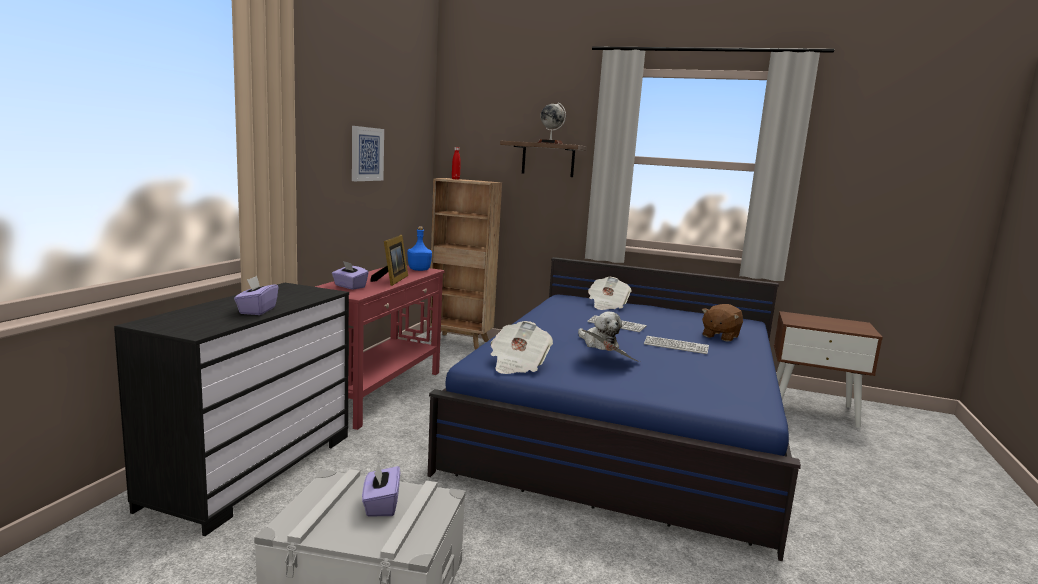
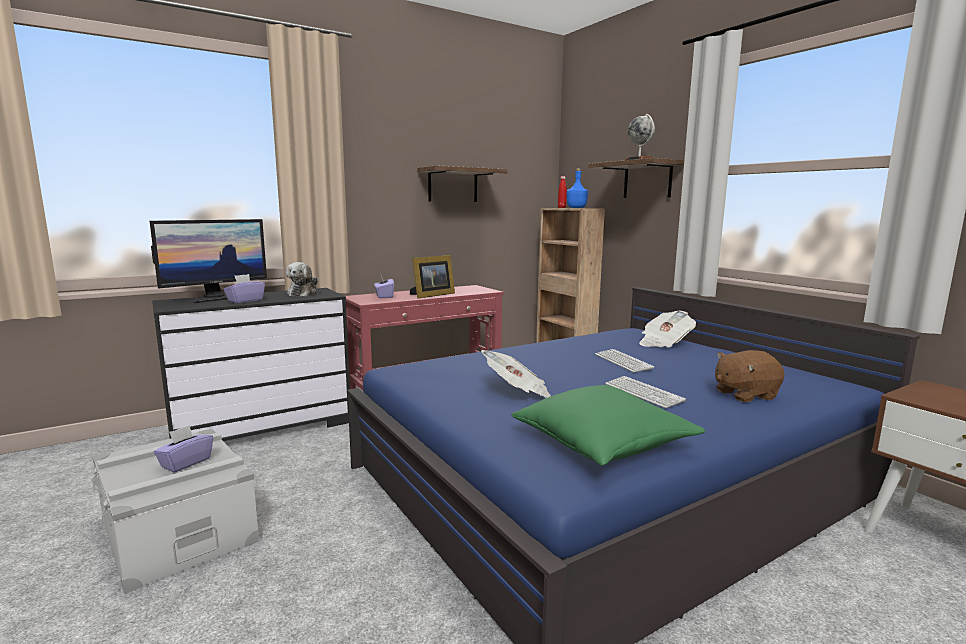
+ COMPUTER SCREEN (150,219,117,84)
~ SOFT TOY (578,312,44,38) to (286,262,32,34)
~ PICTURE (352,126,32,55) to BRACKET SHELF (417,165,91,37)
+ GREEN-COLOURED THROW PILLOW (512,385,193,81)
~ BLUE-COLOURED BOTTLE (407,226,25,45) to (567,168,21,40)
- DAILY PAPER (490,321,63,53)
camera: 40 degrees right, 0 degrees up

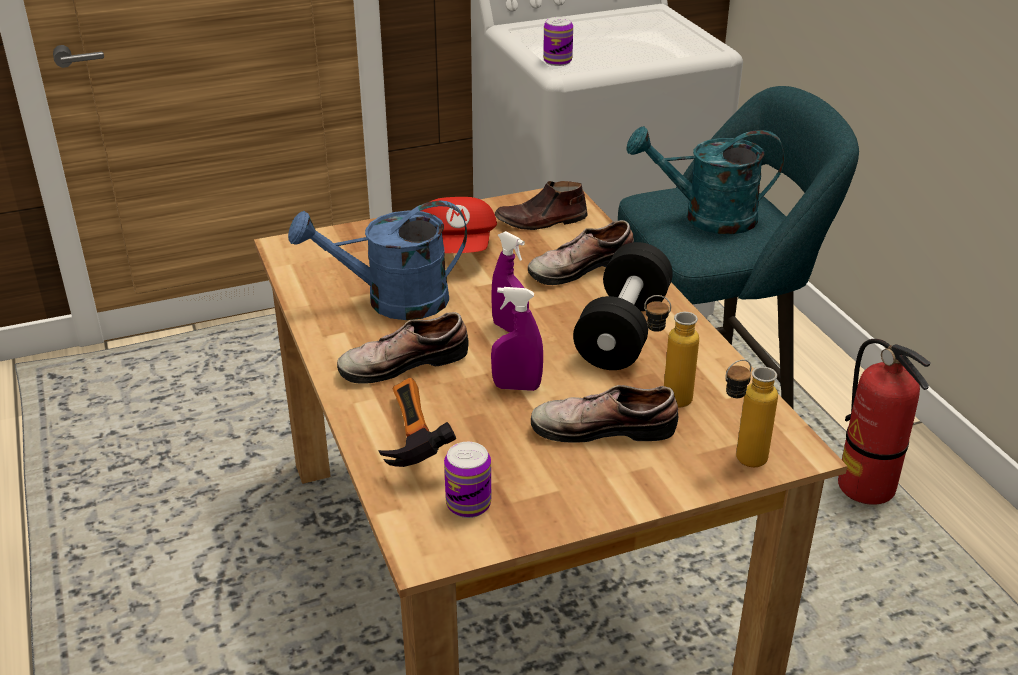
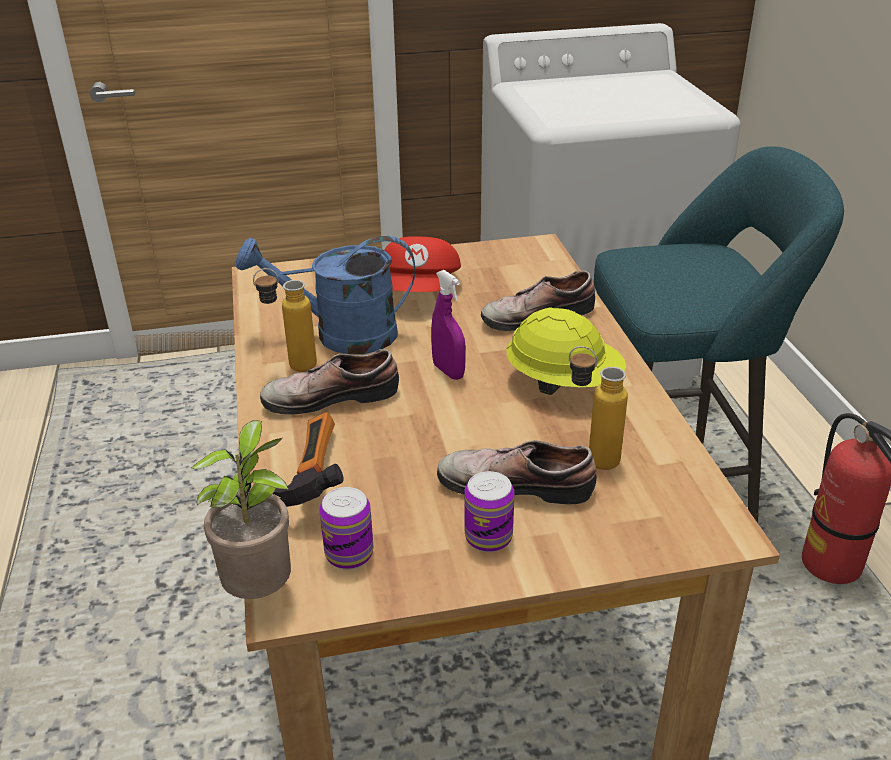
+ PLANT IN A POT (191,420,100,179)
~ BOTTLE (725,359,53,108) to (253,268,64,104)
~ CAN (543,17,30,49) to (464,471,50,81)
~ BLACKISH FREE WEIGHT (573,242,100,128) to YELLOWISH SAFETY HELMET (506,307,120,88)
- PURPLISH HAND SPRAYER (491,287,52,104)
- BROWN SHOE (495,181,92,49)
- TURQUOISE WATERING CAN (626,126,159,108)
camera: 10 degrees right, 0 degrees up

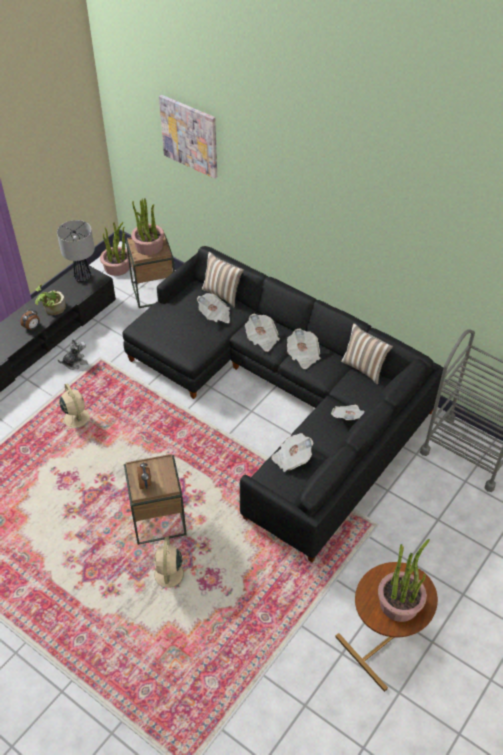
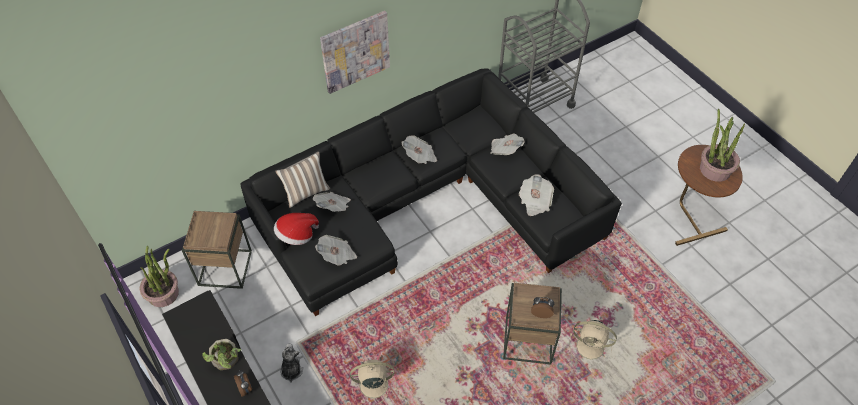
+ CLOTHING HAT (274,213,45,32)
~ DAILY PAPER (245,314,35,38) to (315,235,42,31)
~ PICTURE (159,95,58,84) to (320,11,70,83)
- TABLE LAMP (57,220,38,62)
- PLANT IN A POT (131,198,33,57)
- THROW PILLOW (341,323,52,62)
camera: 70 degrees left, 5 degrees up

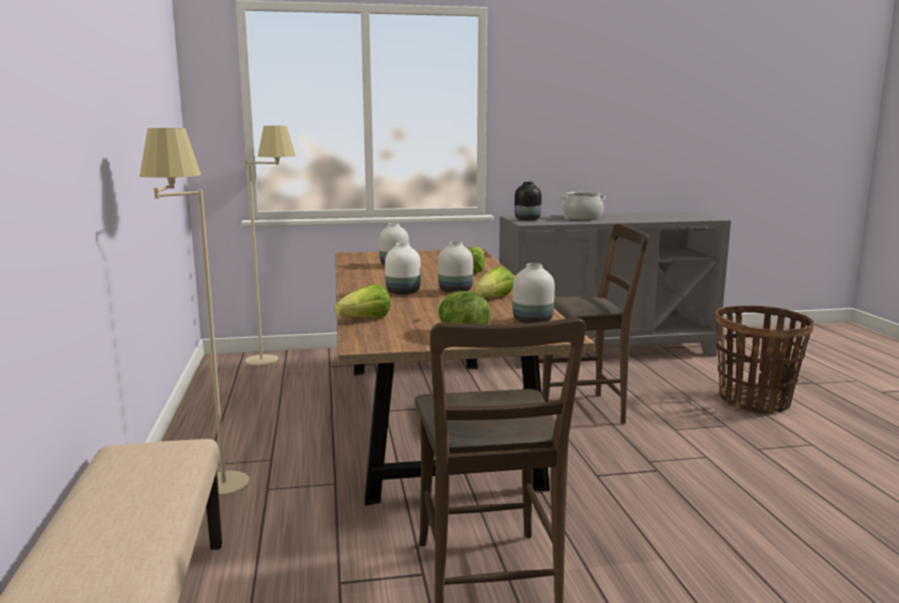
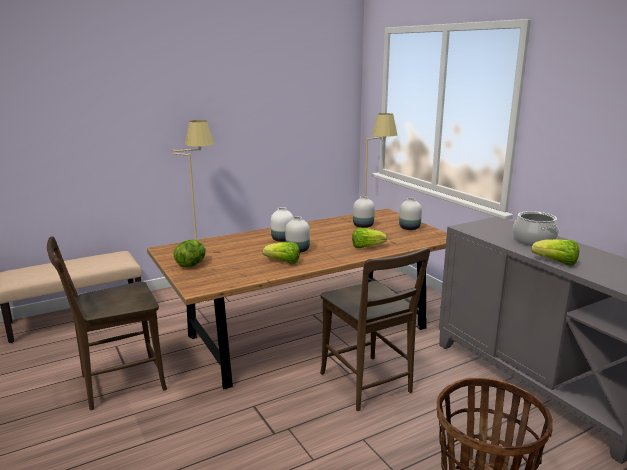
~ WHITISH VASE (513,263,42,61) to (399,198,23,32)
~ HEAD OF LETTUCE (334,284,57,34) to (531,239,48,27)
- BLACKISH VASE (514,182,28,39)
camera: 70 degrees right, 5 degrees up

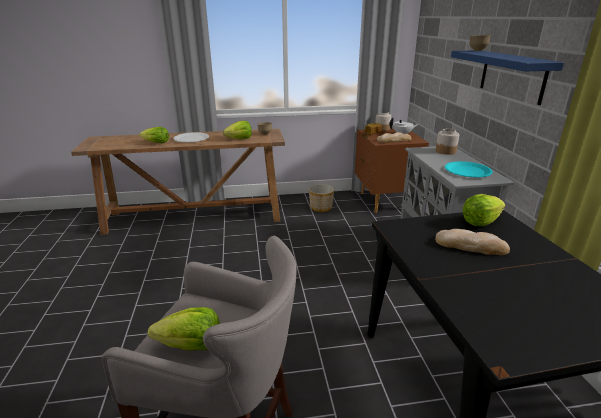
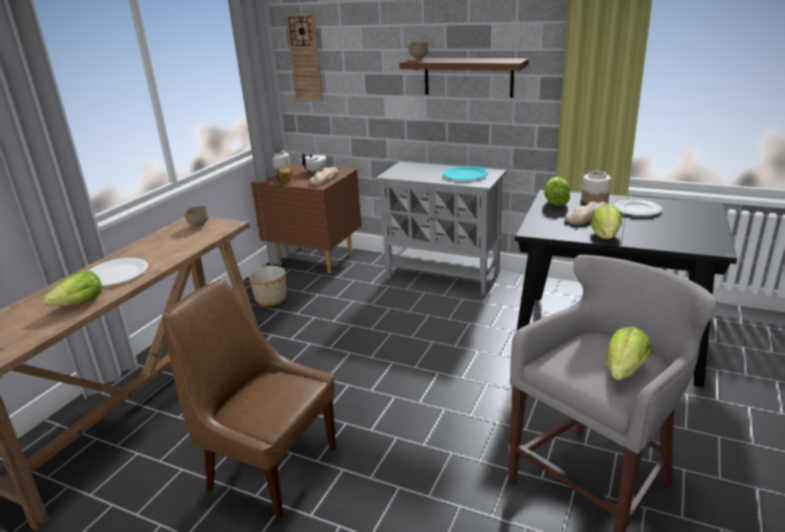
+ BROWN CHAIR (162,280,174,239)
+ CLOCK ON THE WALL (286,14,37,87)
~ BLUE-COLOURED BRACKET SHELF (451,51,113,54) to BROWN BRACKET SHELF (399,58,130,39)
~ PRESERVE JAR (436,129,23,26) to (581,171,30,33)
~ HEAD OF LETTUCE (223,121,29,18) to (591,204,31,35)
+ FLAT DISH (614,200,48,16)
camera: 55 degrees left, 0 degrees up

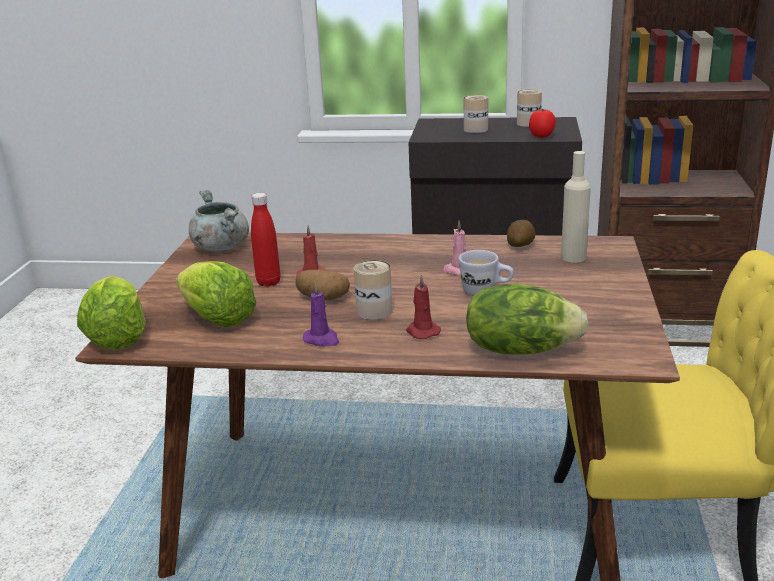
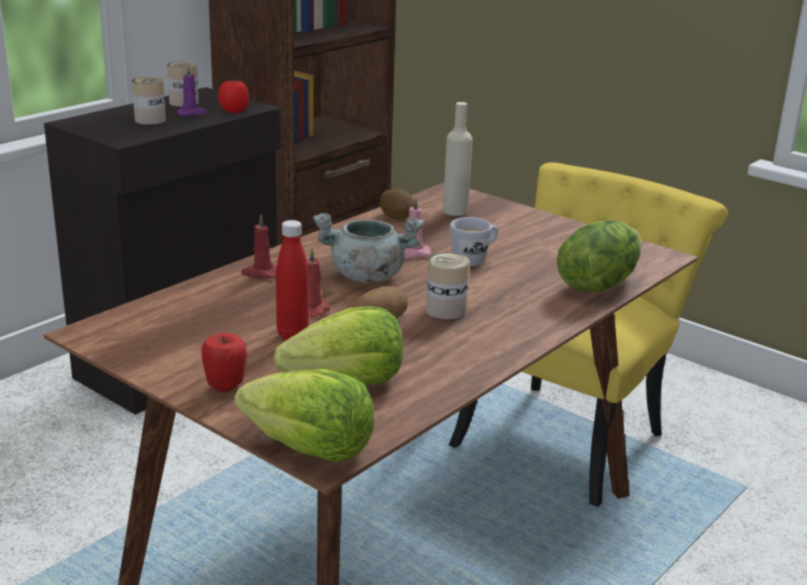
~ PURPLISH WAX LIGHT (303,282,36,64) to (176,65,31,51)
+ APPLE (202,333,45,59)
~ REDDISH WAX LIGHT (406,275,35,64) to (241,214,36,65)
~ GREYISH STOCKPOT (189,190,60,61) to (313,213,111,70)
camera: 60 degrees left, 0 degrees up

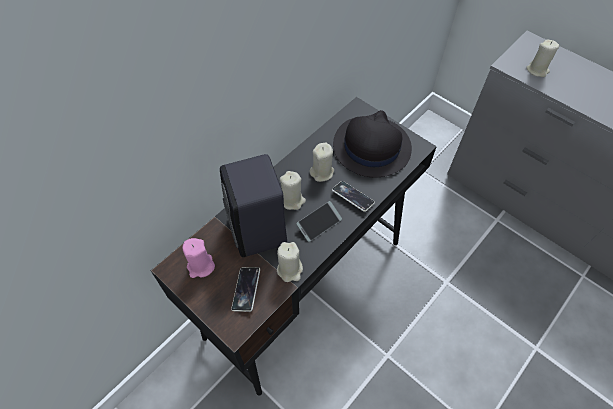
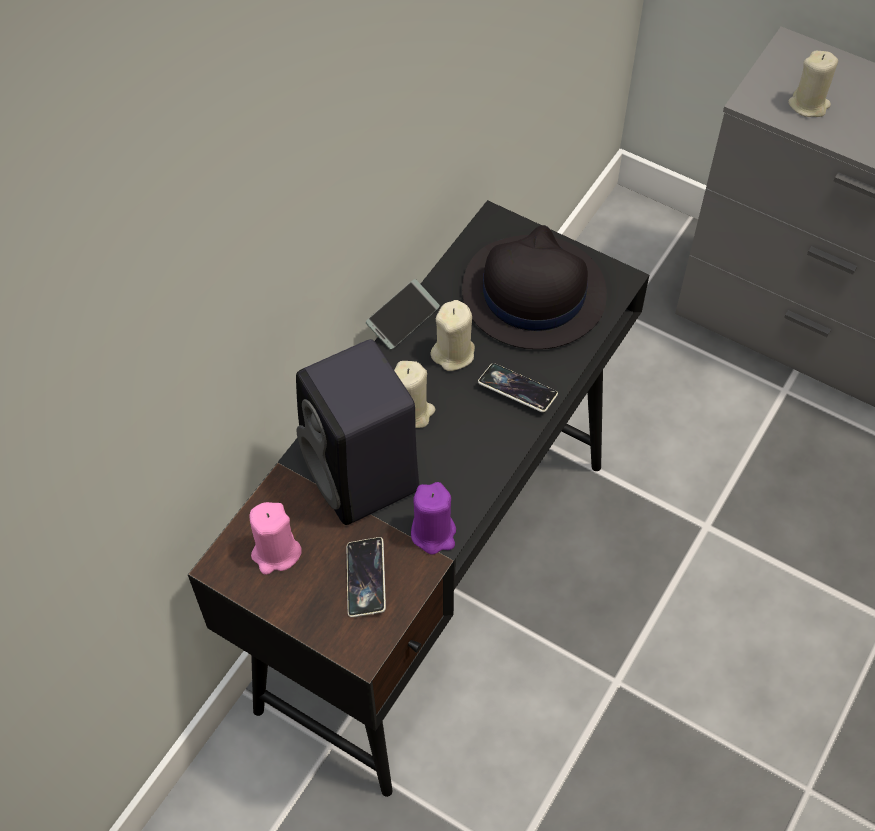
~ HANDSET (296,201,46,41) to (366,279,74,71)
~ BEIGE-COLOURED WAX LIGHT (277,242,26,40) to PURPLISH WAX LIGHT (411,482,45,72)
camera: 10 degrees left, 0 degrees up

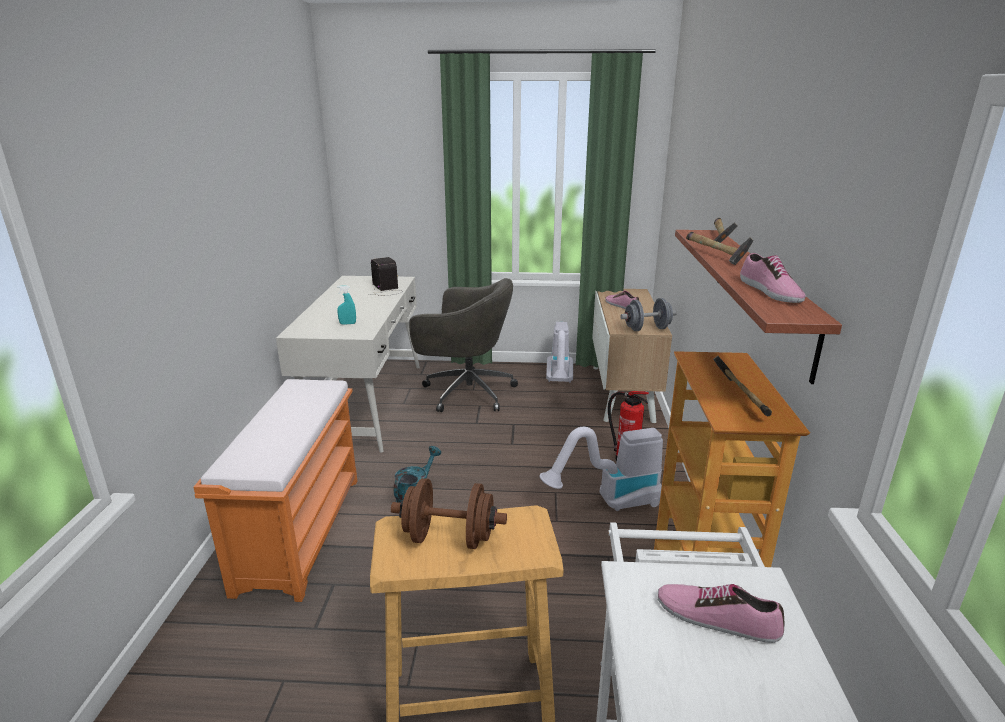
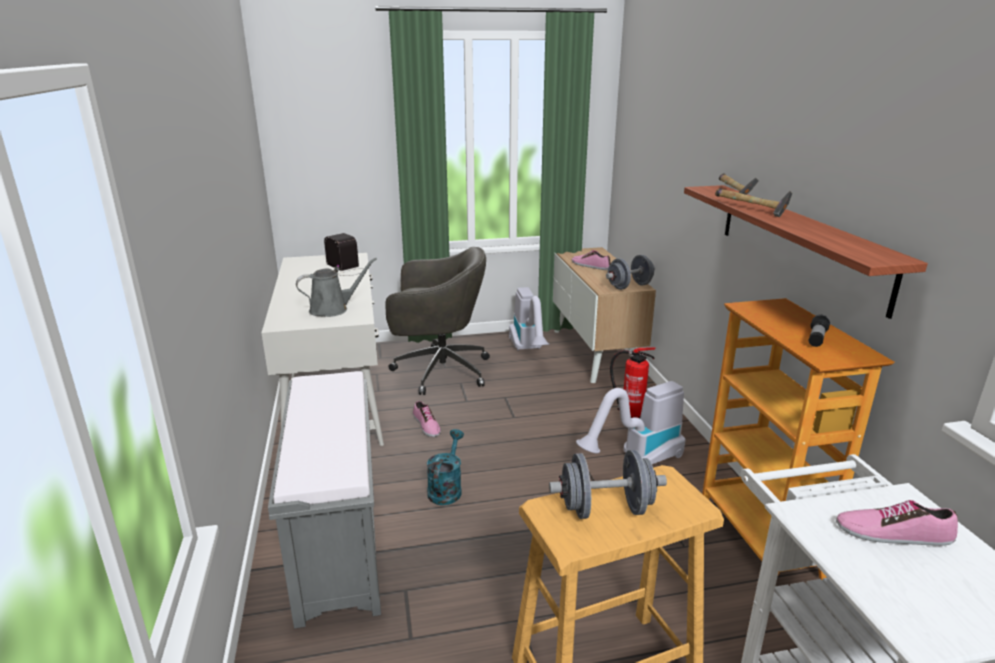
~ ORANGE BENCH (193,379,164,223) to GREYISH BENCH (268,371,113,258)
~ TURQUOISE HAND SPRAYER (337,285,19,39) to GREYISH WATERING CAN (296,258,81,59)
~ SHOE (740,253,66,50) to (413,401,28,36)
~ BROWN FREE WEIGHT (391,478,116,71) to GREYISH FREE WEIGHT (549,450,118,69)
~ HAMMER (713,356,59,60) to FLASHLIGHT (809,315,21,32)
camera: 15 degrees left, 0 degrees up

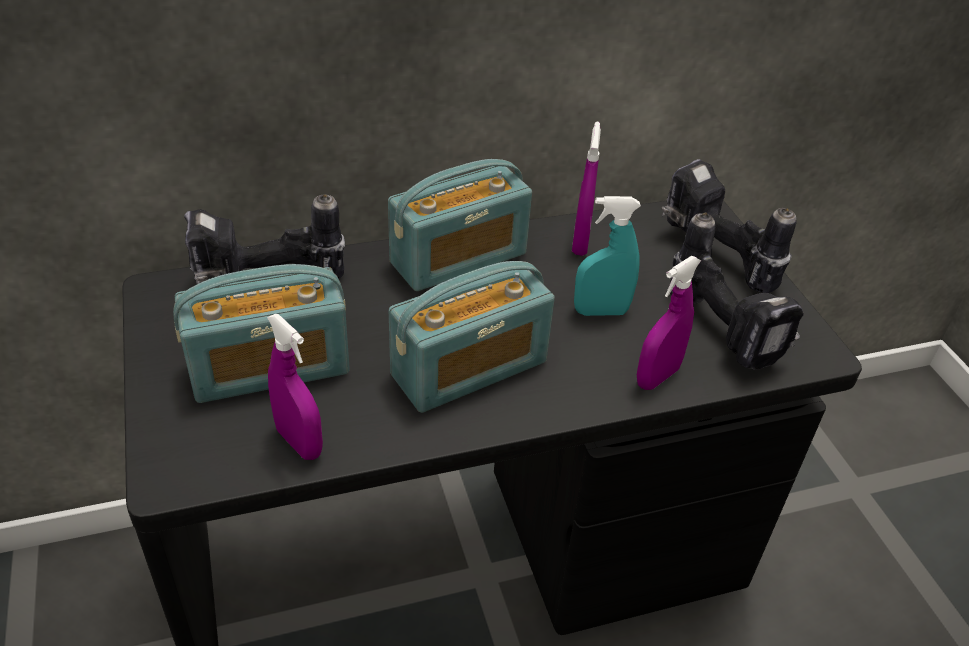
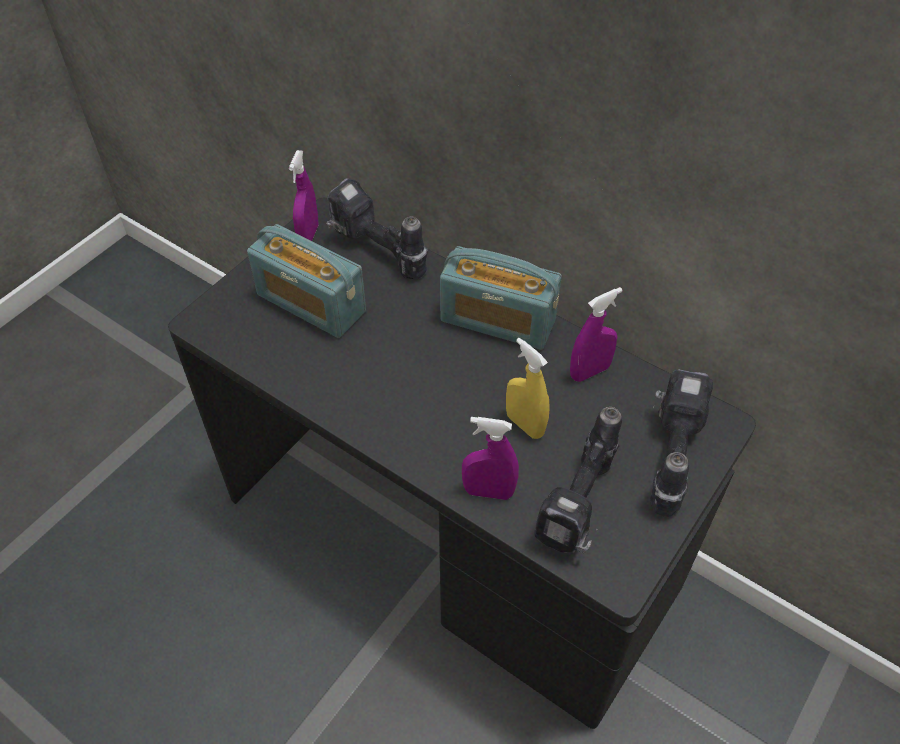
~ PURPLISH HAND SPRAYER (267,314,56,146) to (289,150,29,91)
~ TURQUOISE HAND SPRAYER (574,196,67,120) to YELLOWISH HAND SPRAYER (506,338,44,101)
- RADIO SET (389,261,166,152)
camera: 55 degrees right, 10 degrees up

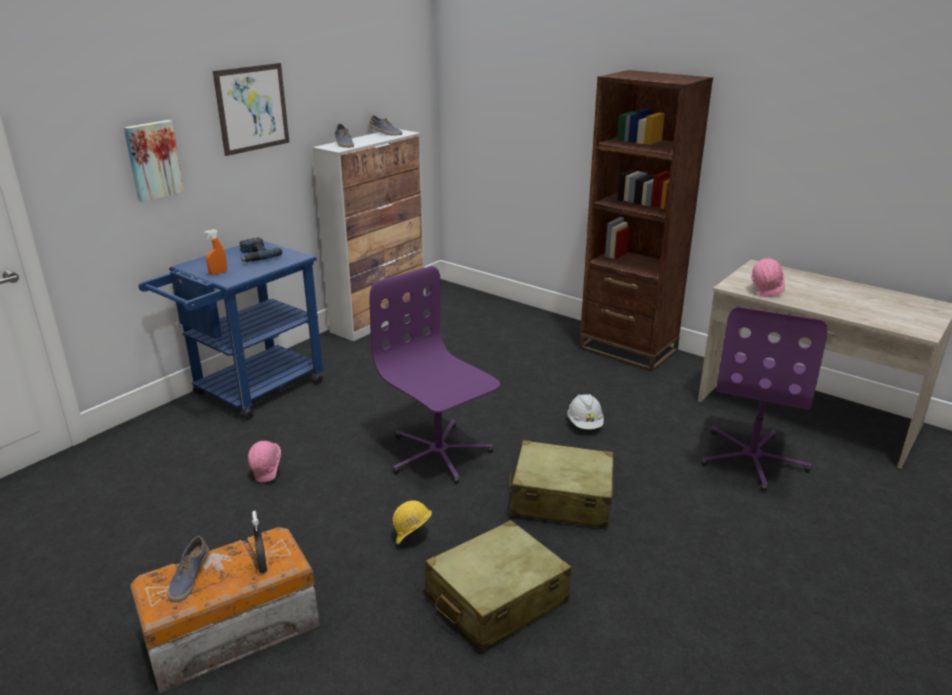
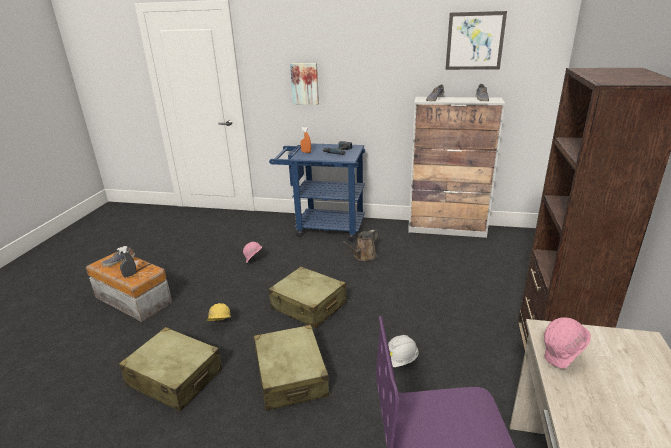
~ PURPLISH COMPUTER CHAIR (370,266,130,218) to BEIGE-COLOURED SUITCASE (268,267,79,62)
+ BROWN WATERING CAN (342,230,36,31)
~ PICTURE (213,63,76,93) to (446,11,61,59)
camera: 65 degrees right, 0 degrees up

